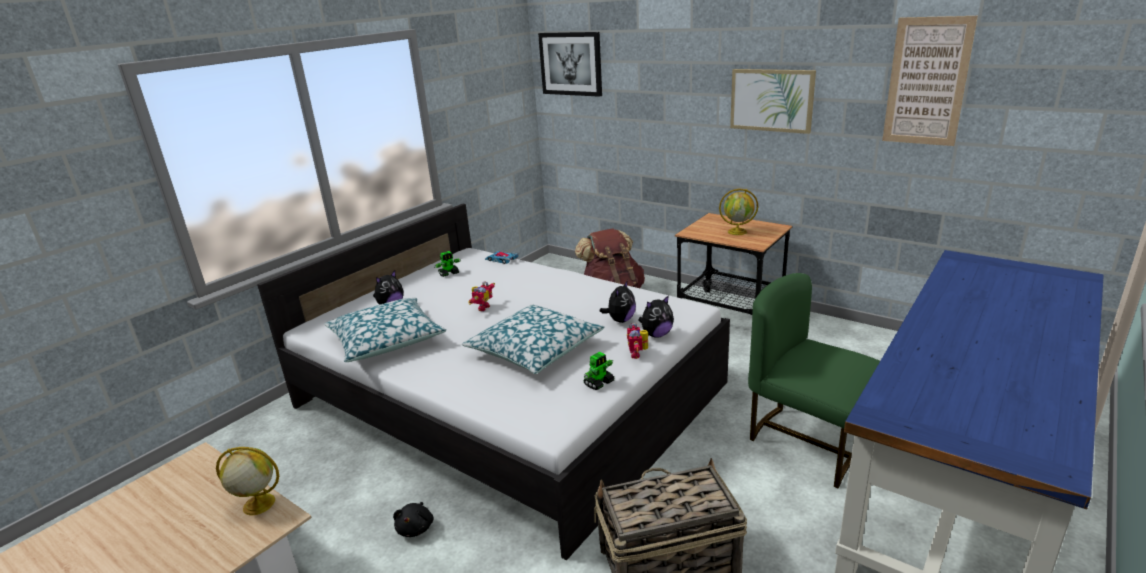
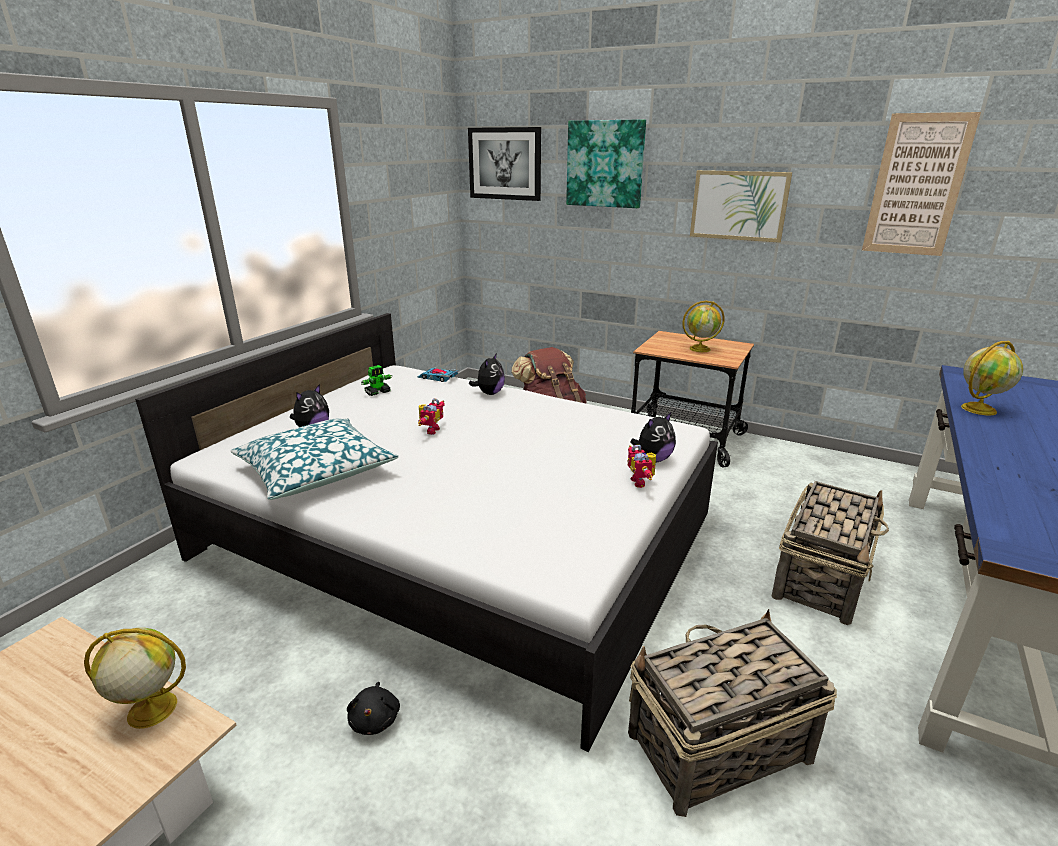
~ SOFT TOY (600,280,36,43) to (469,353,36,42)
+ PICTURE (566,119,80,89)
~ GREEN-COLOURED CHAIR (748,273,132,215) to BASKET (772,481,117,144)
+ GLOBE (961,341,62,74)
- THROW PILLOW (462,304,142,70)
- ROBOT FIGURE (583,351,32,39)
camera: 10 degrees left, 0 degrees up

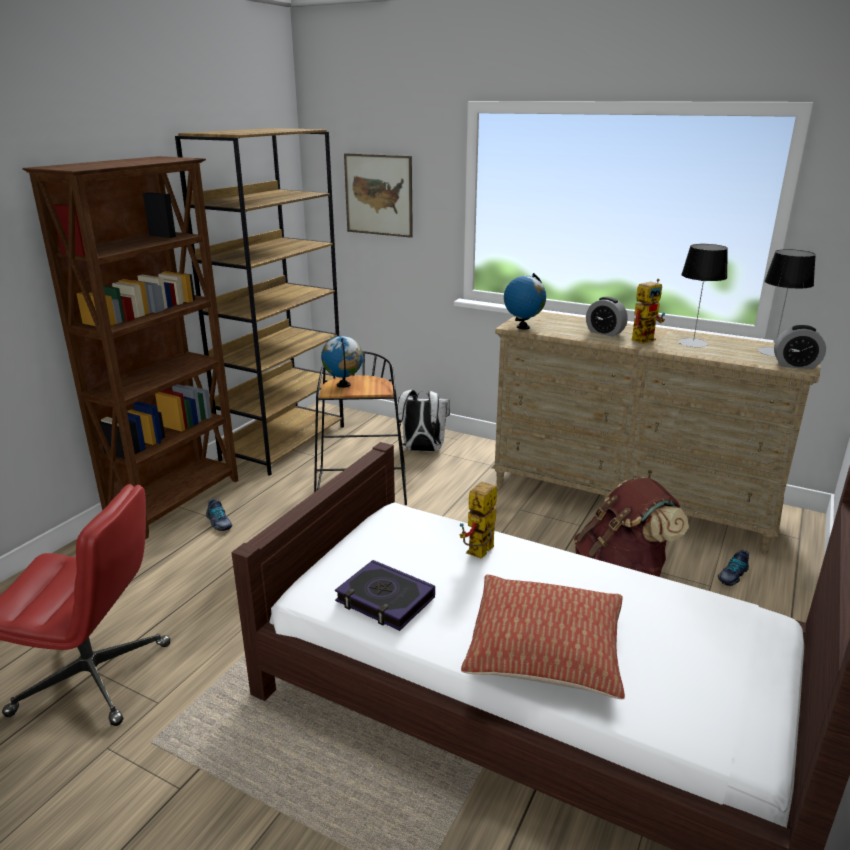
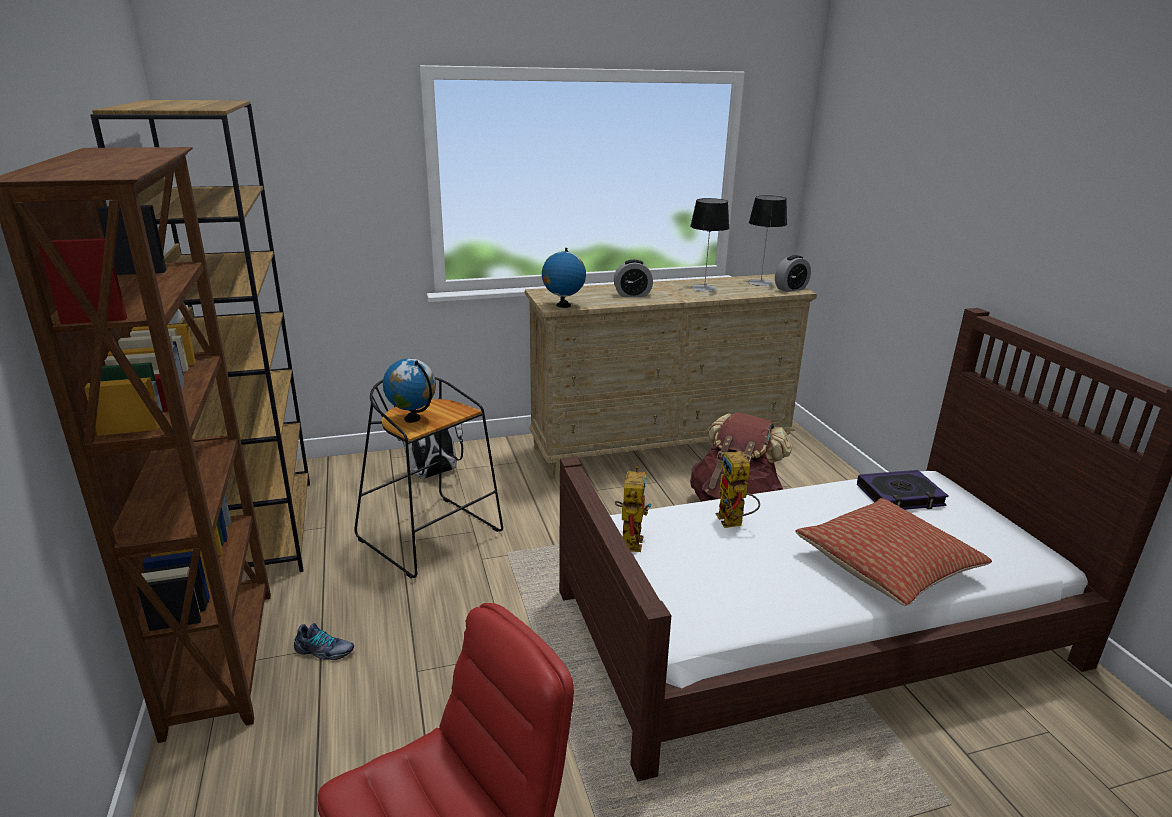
~ ROBOT FIGURE (631,279,34,65) to (615,465,36,87)
~ BOUND BOOK (335,560,100,71) to (857,470,92,40)
- PICTURE (344,153,69,85)
- SHOE (718,550,31,36)
camera: 45 degrees left, 0 degrees up

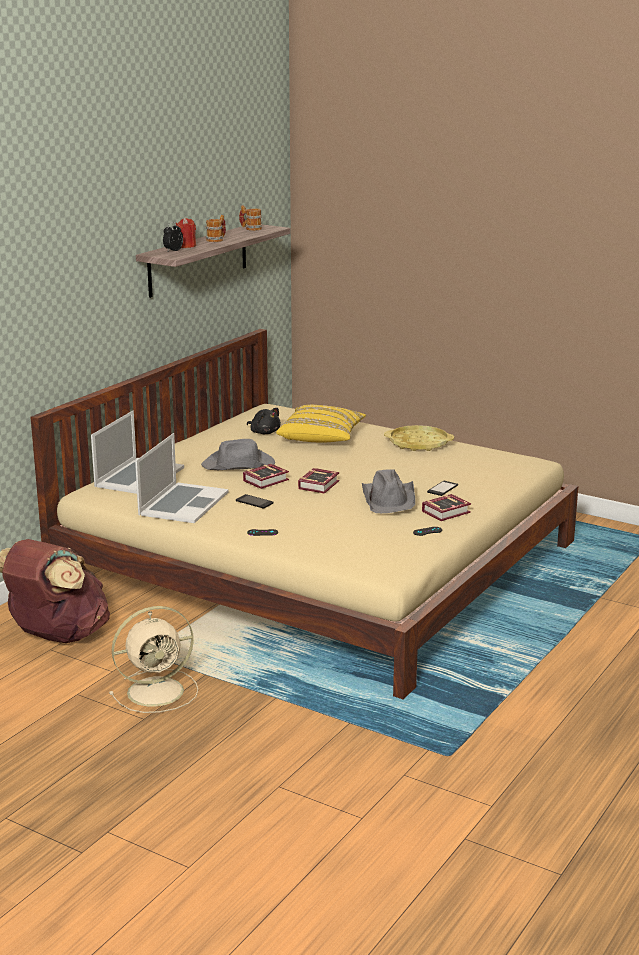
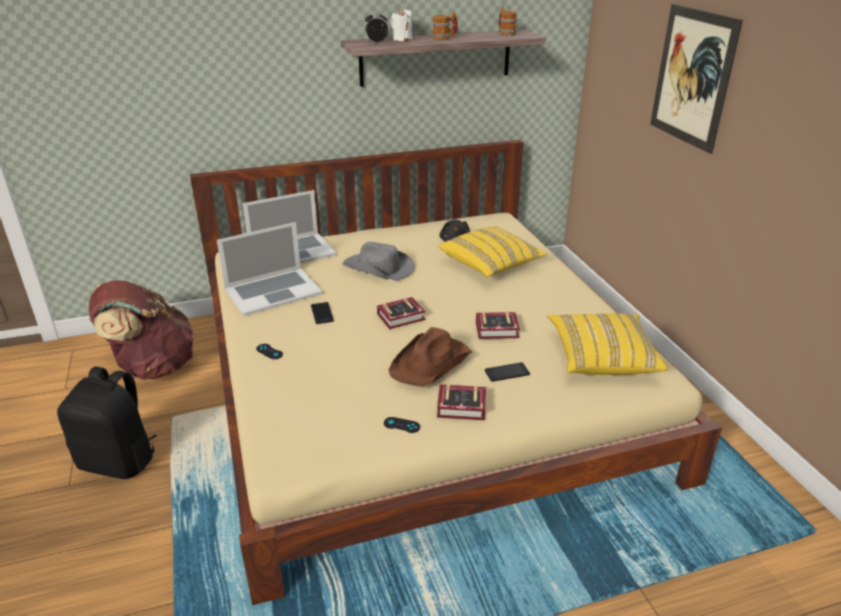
~ BEIGE-COLOURED FAN (109,606,89,107) to BLACKISH KNAPSACK (57,367,100,112)
~ GREYISH CLOTHING HAT (362,469,53,44) to BROWN CLOTHING HAT (389,327,83,60)
~ REDDISH WAX LIGHT (176,218,20,30) to WHITISH WAX LIGHT (391,8,21,33)
~ BOUND BOOK (243,464,46,25) to (476,311,44,28)
+ YELLOWISH THROW PILLOW (548,313,120,62)
+ PICTURE (650,4,93,150)
- YELLOWISH TRAY (384,425,70,26)
camera: 40 degrees right, 10 degrees up

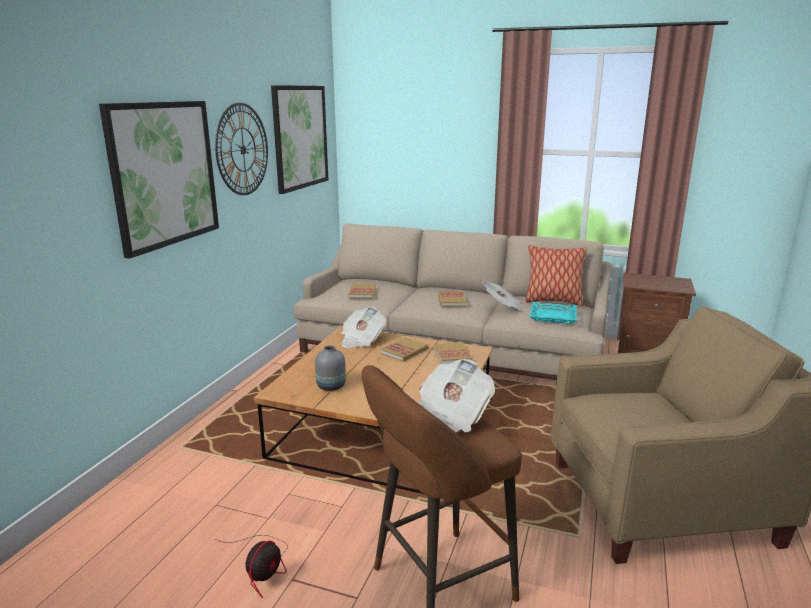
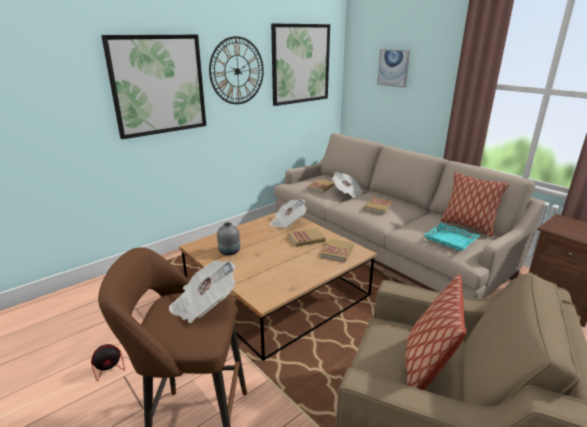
~ DAILY PAPER (482,282,42,29) to (332,172,31,27)
+ PICTURE (377,49,33,39)
+ THROW PILLOW (406,274,60,116)
camera: 30 degrees right, 5 degrees up

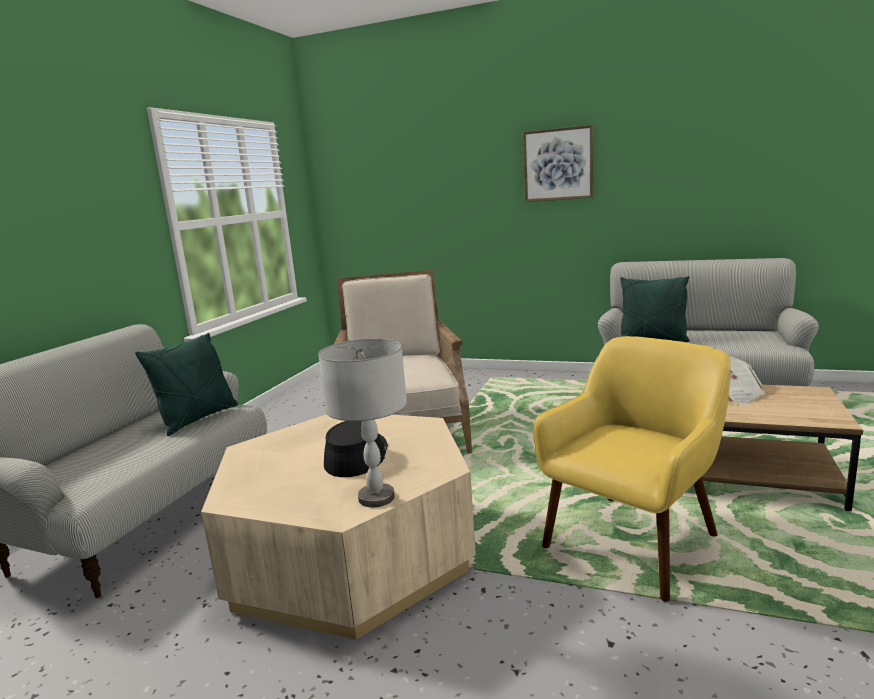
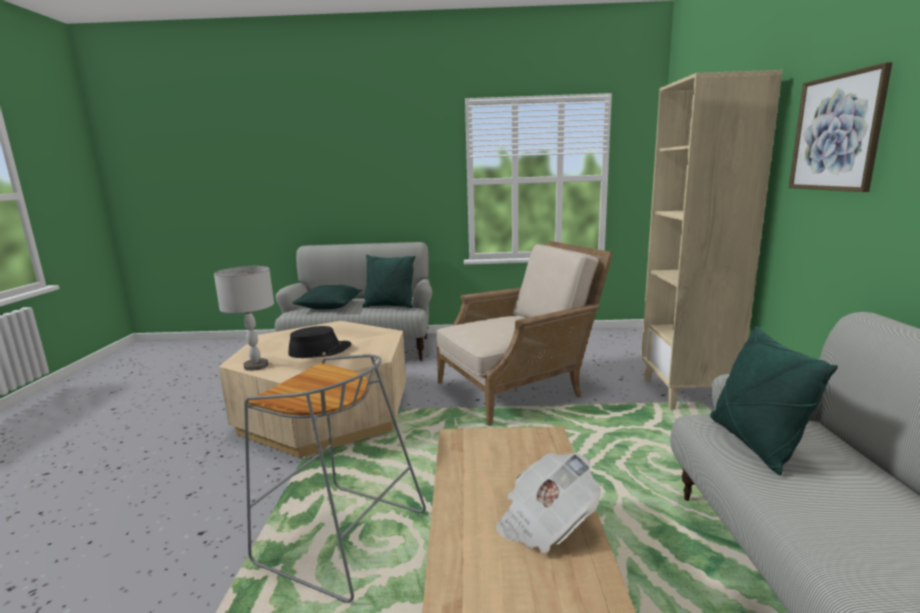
~ YELLOWISH LOUNGE CHAIR (533,336,198,266) to GREYISH STOOL SEAT (244,354,182,249)
+ GREEN-COLOURED THROW PILLOW (293,285,69,25)
+ BEIGE-COLOURED BOOKCASE (641,70,142,340)
camera: 70 degrees right, 0 degrees up

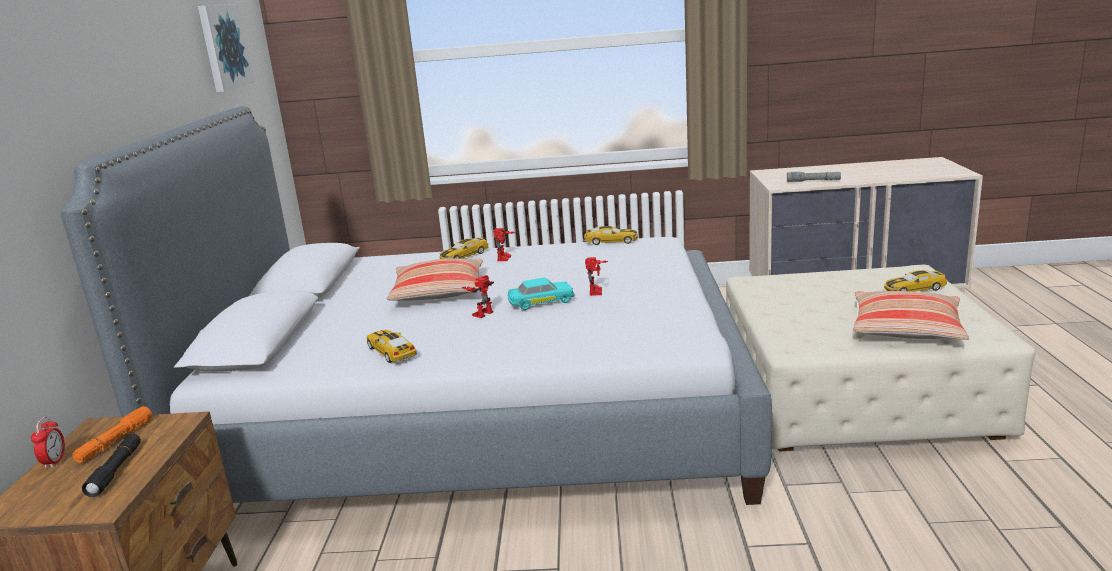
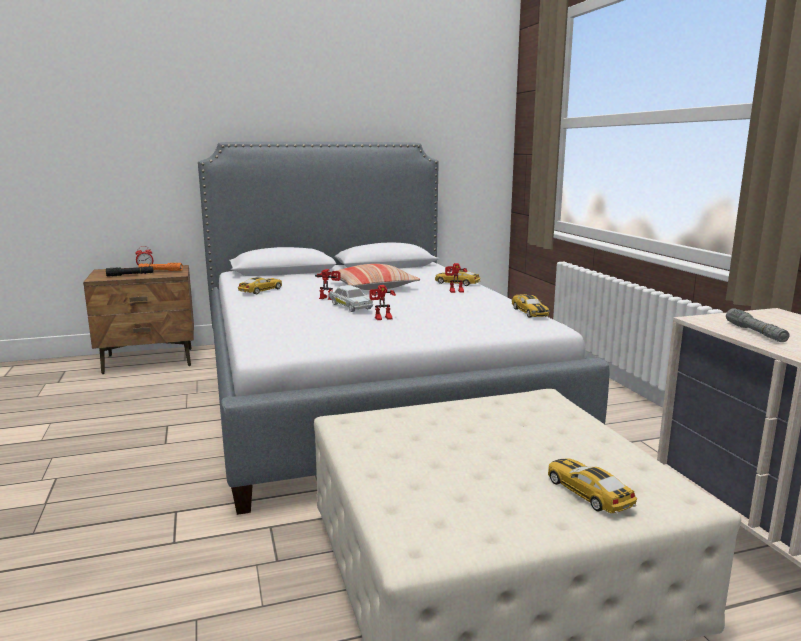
~ TURQUOISE MODEL CAR (508,278,66,32) to WHITISH MODEL CAR (329,285,44,27)
- PICTURE (198,4,56,88)
- THROW PILLOW (853,291,116,49)
camera: 70 degrees right, 5 degrees down

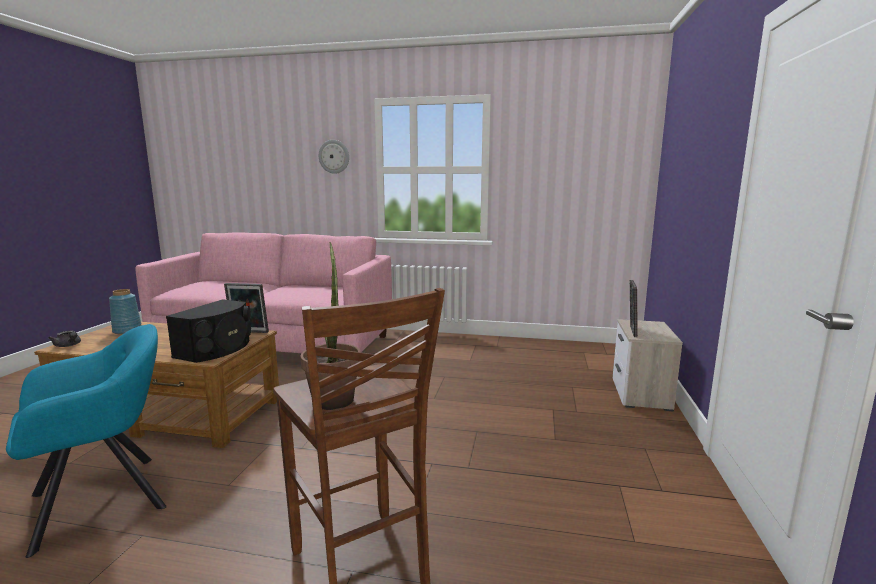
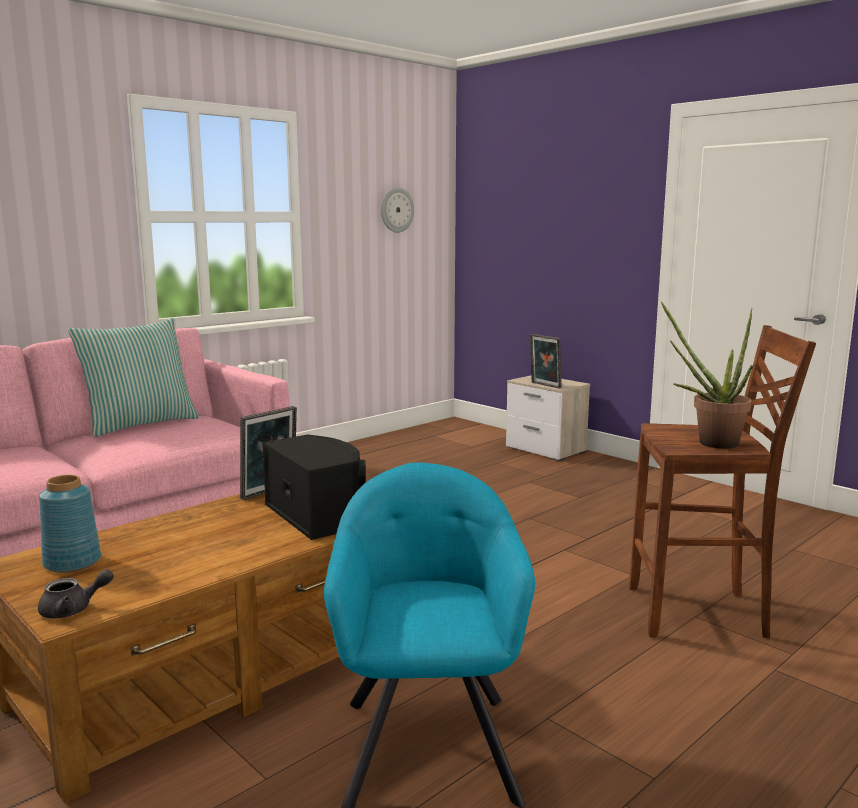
+ THROW PILLOW (68,318,131,119)
~ CLOCK ON THE WALL (319,140,30,34) to (381,188,33,45)
camera: 55 degrees left, 0 degrees up

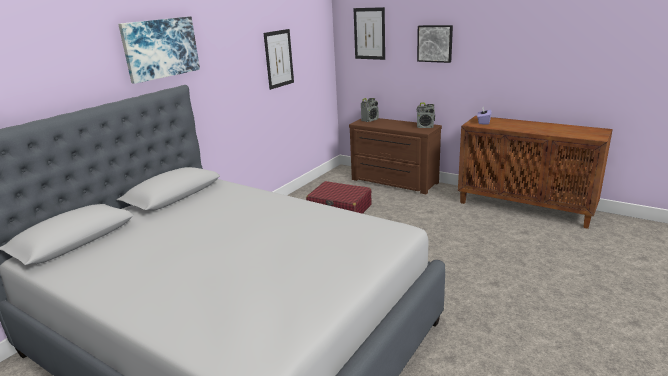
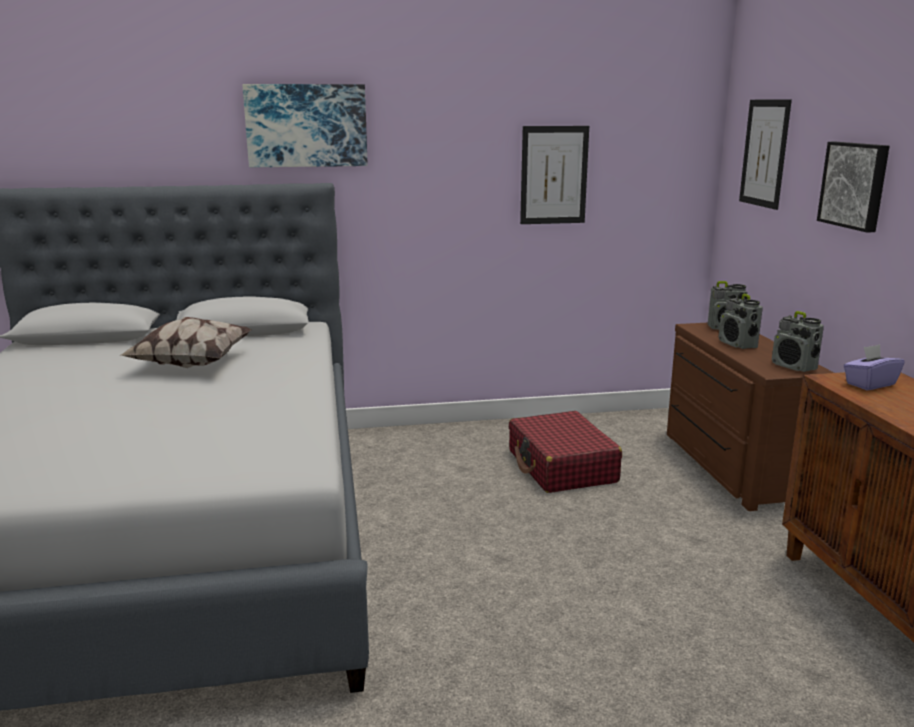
+ THROW PILLOW (119,317,133,51)
+ RADIO SET (719,294,44,55)
camera: 45 degrees right, 5 degrees down

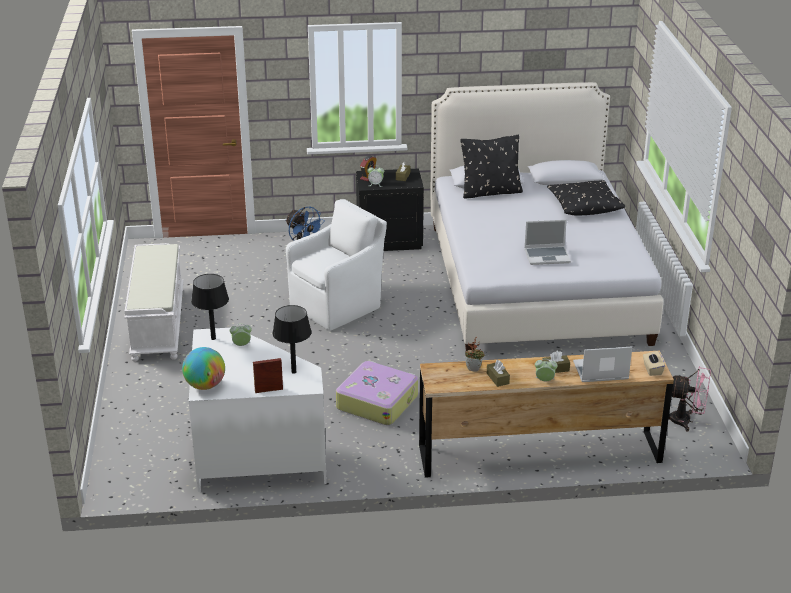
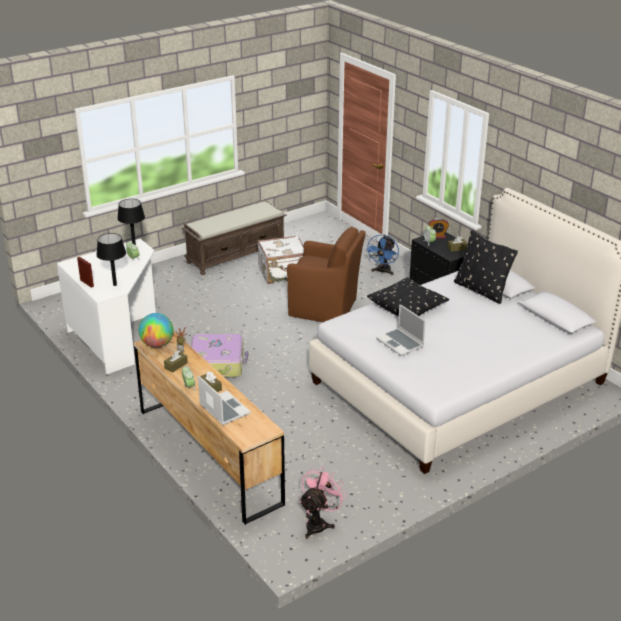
~ GLOBE (182,347,43,43) to (139,313,34,34)
~ WHITISH BENCH (124,243,60,119) to BROWN BENCH (182,200,105,75)
+ WHITISH SUITCASE (257,235,47,49)
~ WHITISH LOUNGE CHAIR (286,199,101,132) to BROWN LOUNGE CHAIR (287,227,79,95)
~ PINK FAN (669,366,42,65) = (299,466,48,73) 135 degrees counterclockwise
~ BLACKISH THROW PILLOW (547,180,79,35) to (367,277,82,39)
- BEIGE-COLOURED TISSUE BOX (643,351,22,25)
camera: 60 degrees right, 0 degrees up

